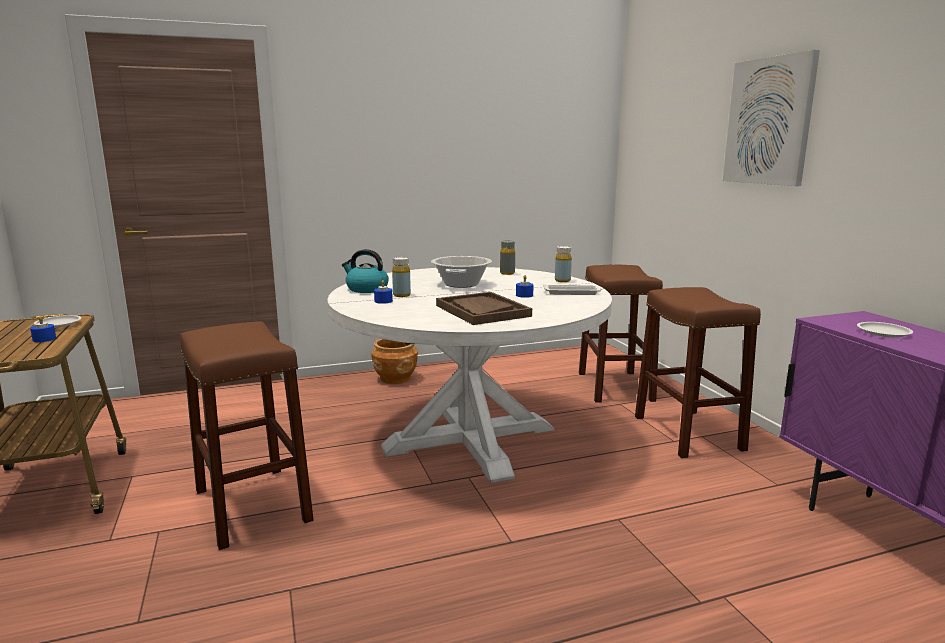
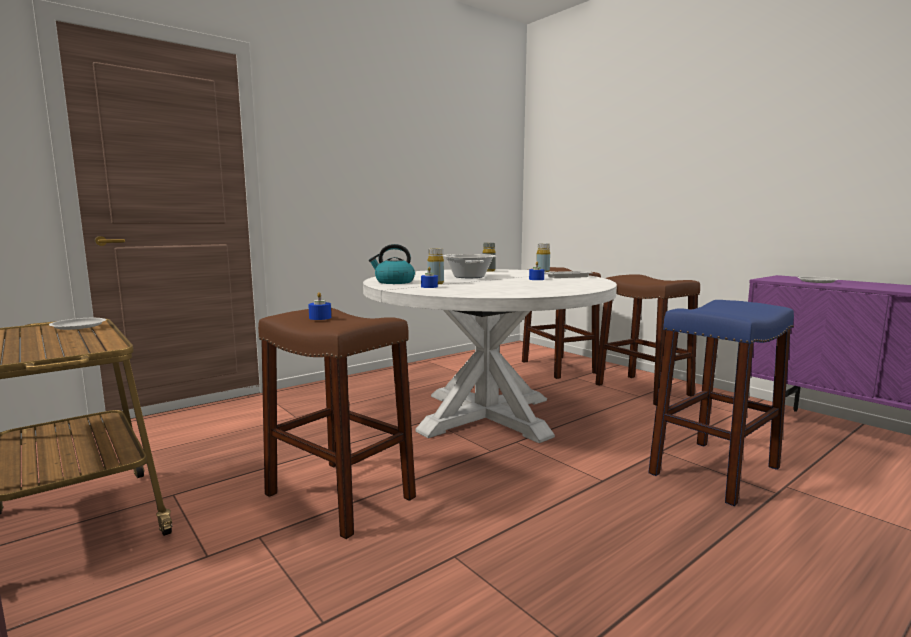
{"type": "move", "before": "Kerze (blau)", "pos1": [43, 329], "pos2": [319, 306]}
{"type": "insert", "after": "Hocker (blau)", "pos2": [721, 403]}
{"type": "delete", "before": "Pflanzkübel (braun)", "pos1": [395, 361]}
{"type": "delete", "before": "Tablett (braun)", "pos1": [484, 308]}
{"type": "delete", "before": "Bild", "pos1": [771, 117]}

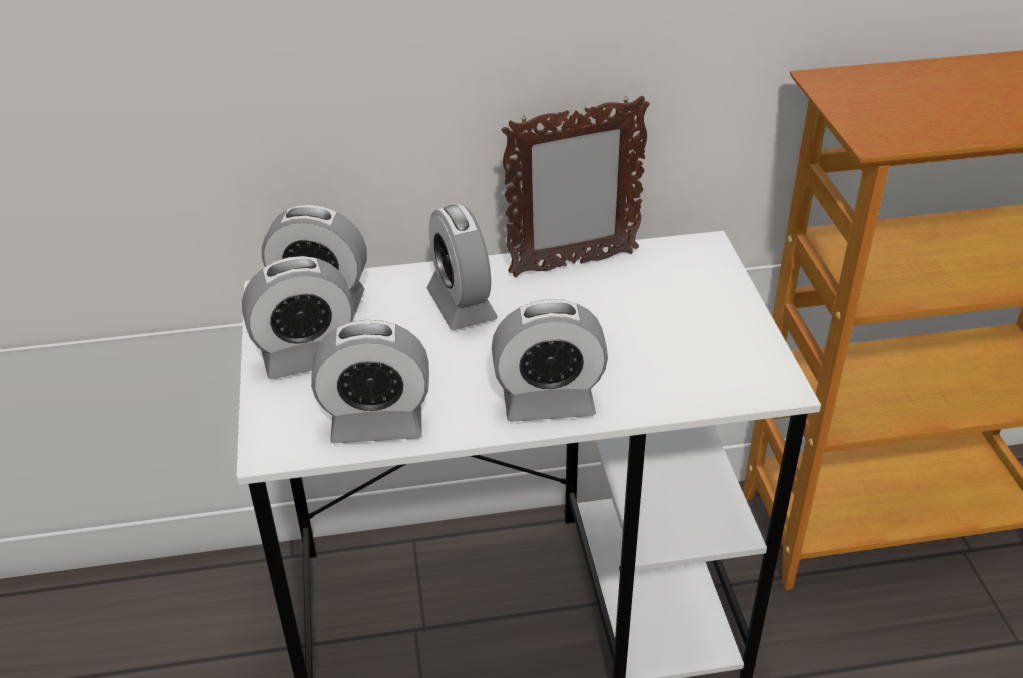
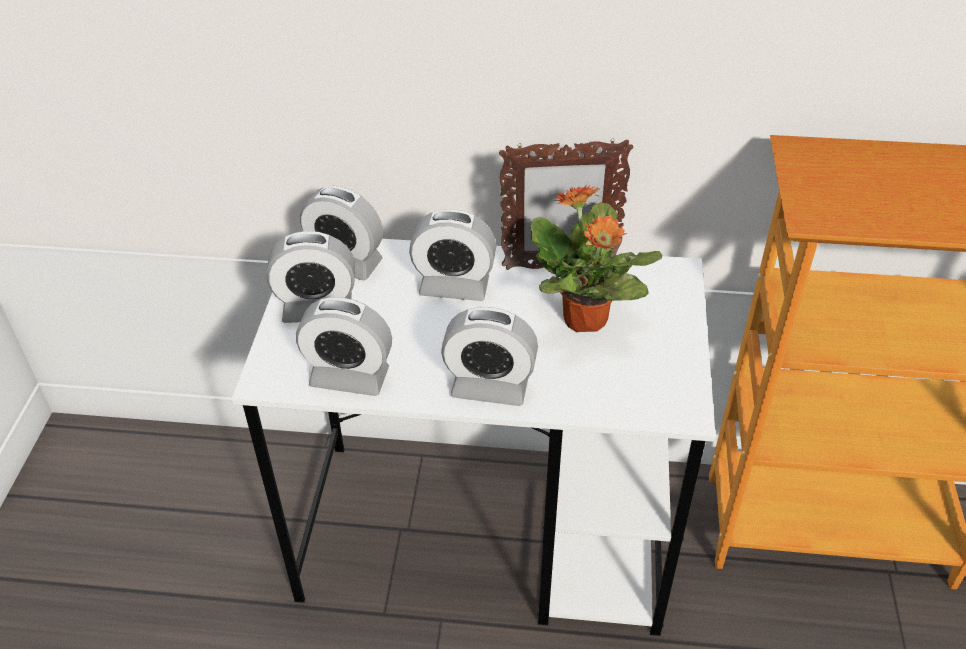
{"type": "rotate", "before": "Wecker", "pos1": [462, 267], "pos2": [452, 255], "turn": -75}
{"type": "insert", "after": "Topfpflanze", "pos2": [596, 258]}

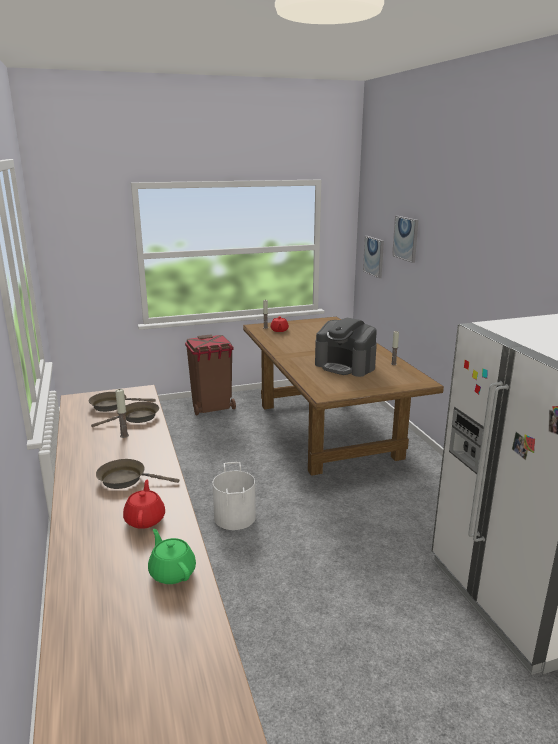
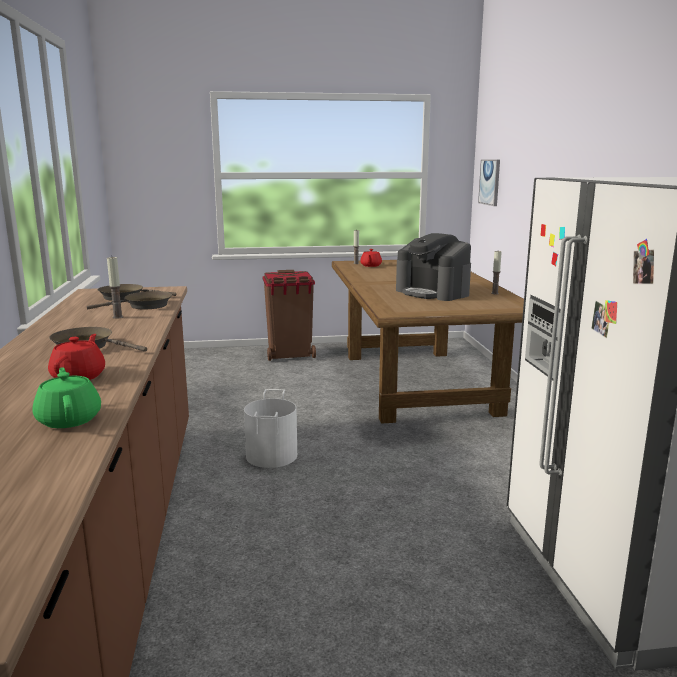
{"type": "delete", "before": "Bild", "pos1": [405, 239]}

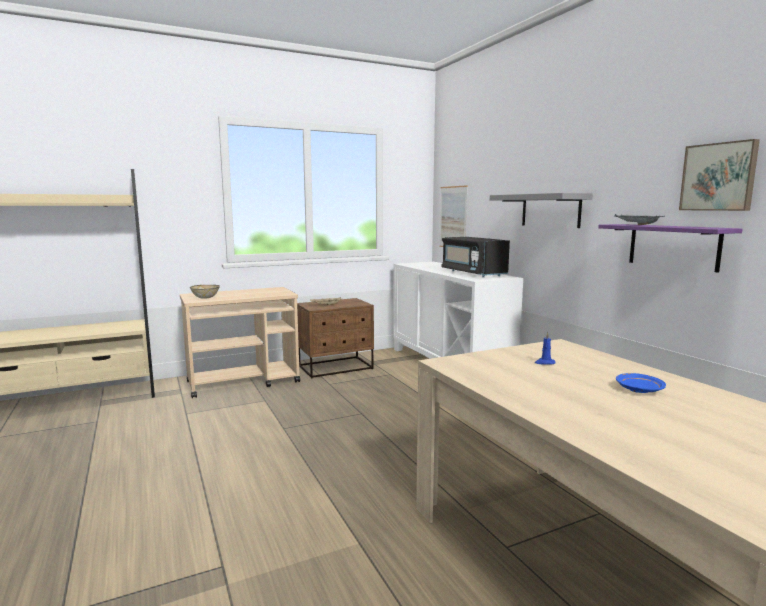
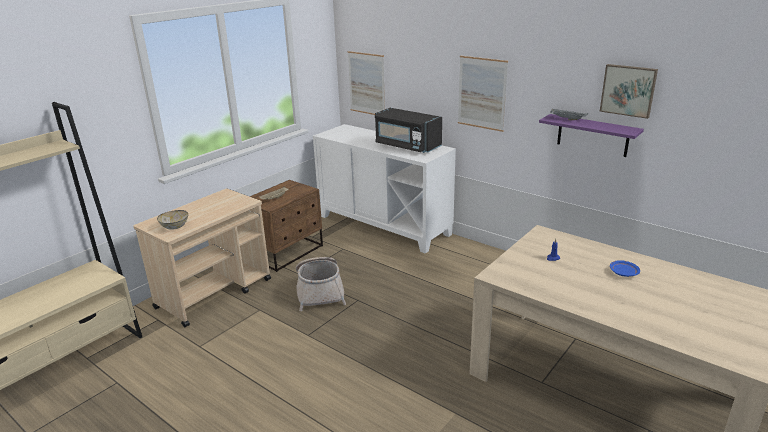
{"type": "insert", "after": "Korb", "pos2": [321, 284]}
{"type": "replace", "before": "Wandregal (grau)", "after": "Bild", "pos1": [541, 210], "pos2": [483, 94]}

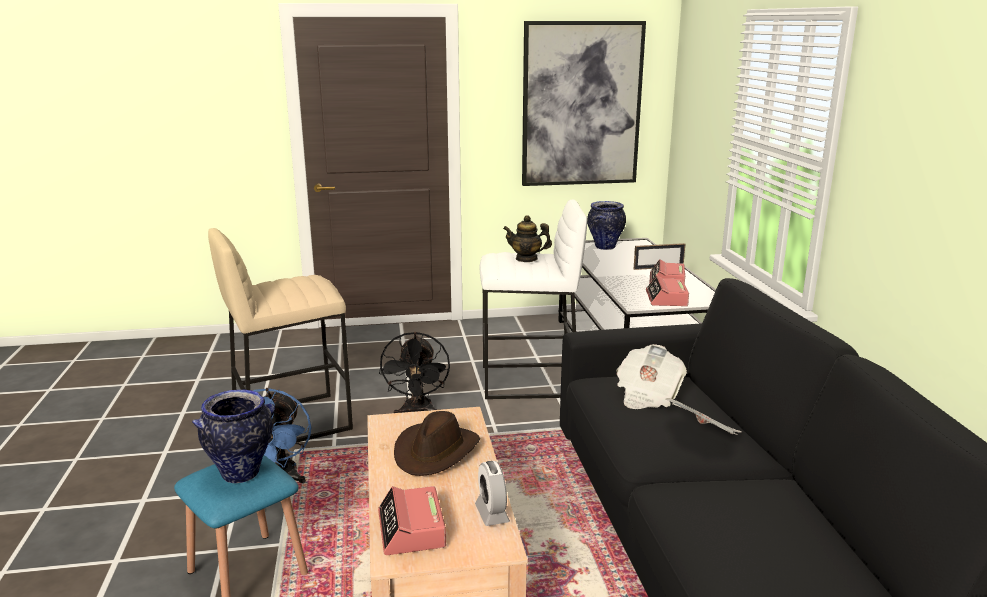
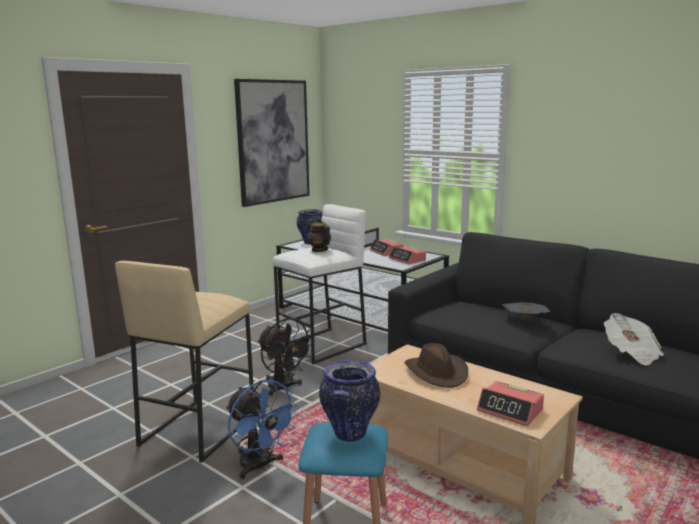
{"type": "rotate", "before": "Teekanne", "pos1": [527, 238], "pos2": [319, 234], "turn": 90}
{"type": "move", "before": "Zeitung", "pos1": [651, 376], "pos2": [634, 339]}
{"type": "delete", "before": "Wecker", "pos1": [492, 493]}

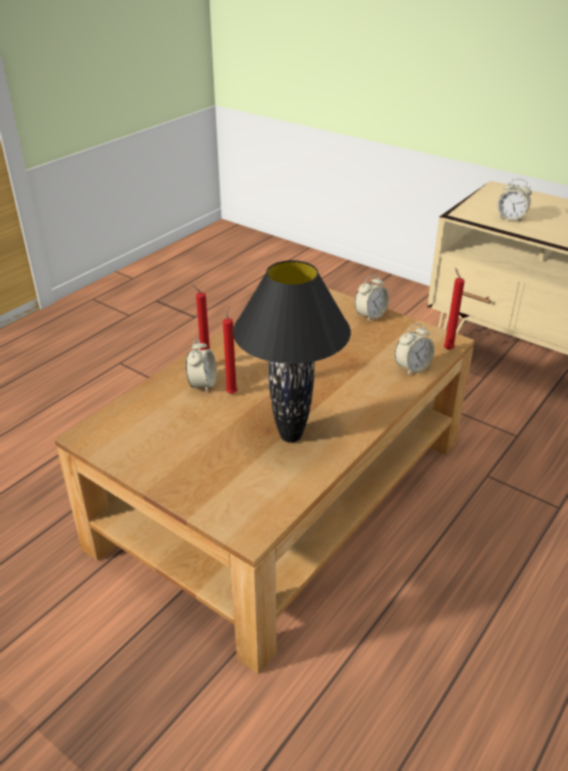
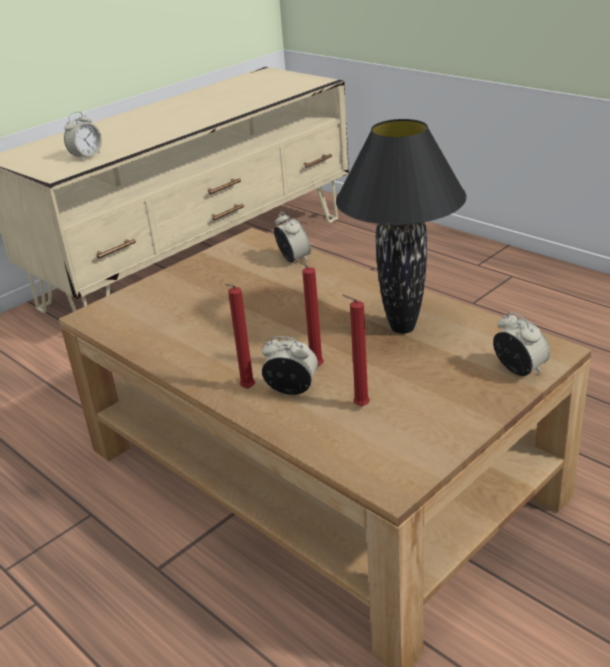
{"type": "move", "before": "Kerze (rot)", "pos1": [454, 309], "pos2": [356, 350]}
{"type": "move", "before": "Wecker", "pos1": [372, 297], "pos2": [521, 344]}

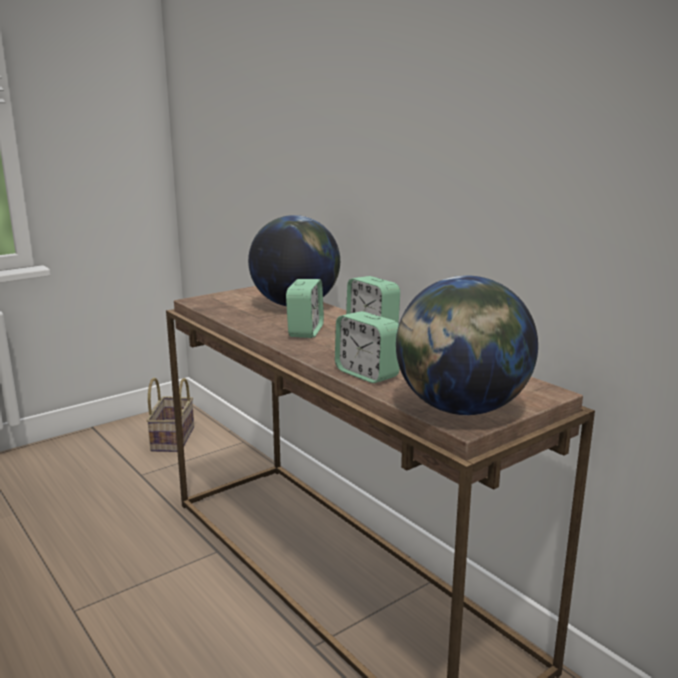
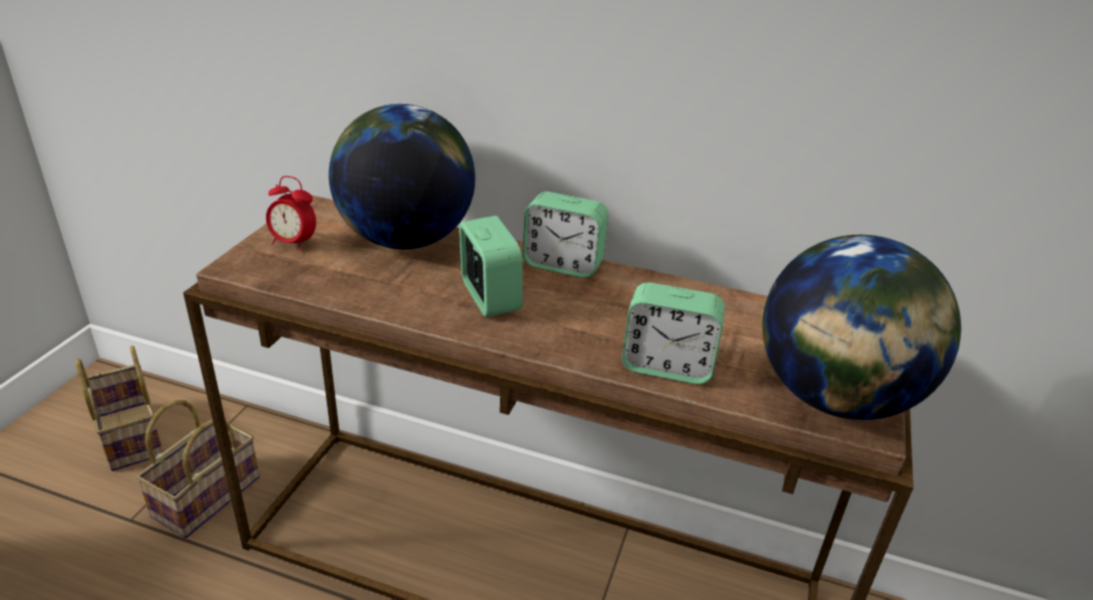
{"type": "insert", "after": "Korb", "pos2": [198, 469]}
{"type": "insert", "after": "Wecker", "pos2": [291, 213]}

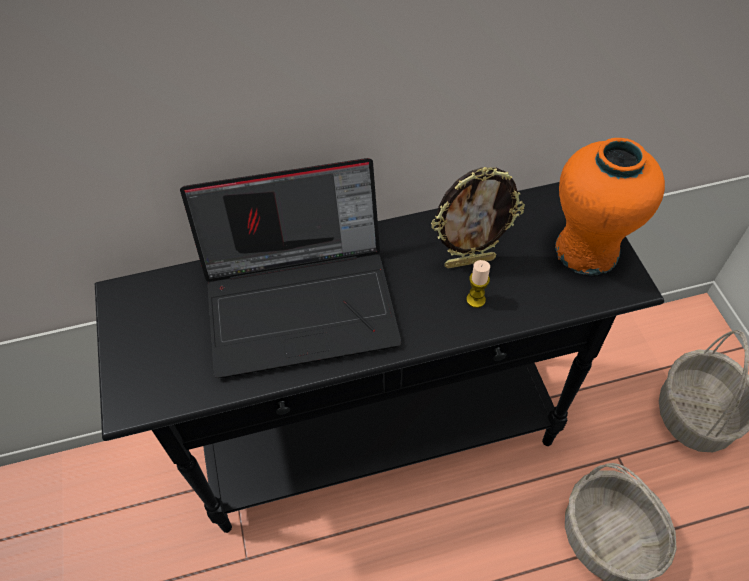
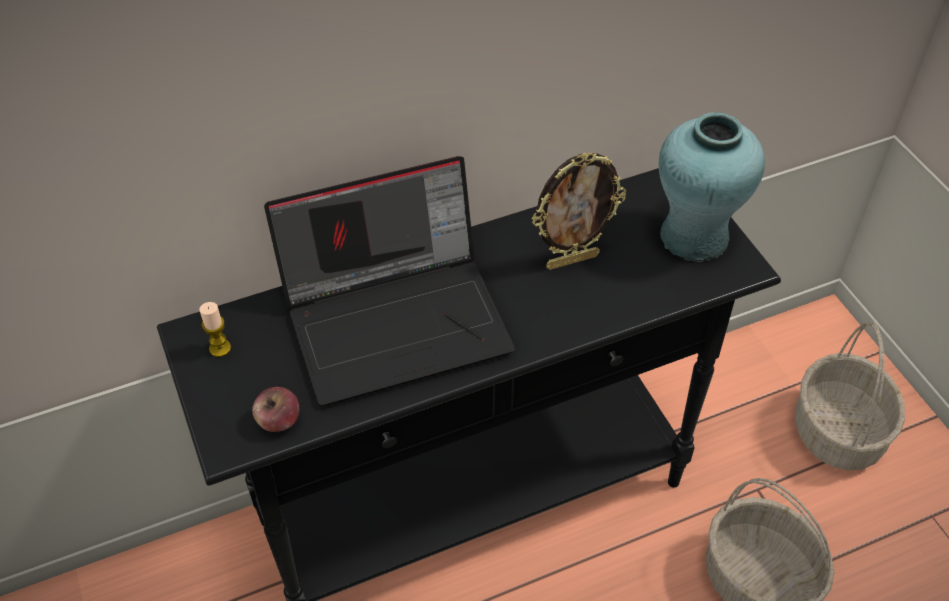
{"type": "move", "before": "Kerze", "pos1": [478, 284], "pos2": [215, 329]}
{"type": "insert", "after": "Apfel", "pos2": [275, 409]}
{"type": "recolor", "before": "Vase (orange)", "after": "Vase (türkis)", "pos1": [610, 206], "pos2": [712, 187]}

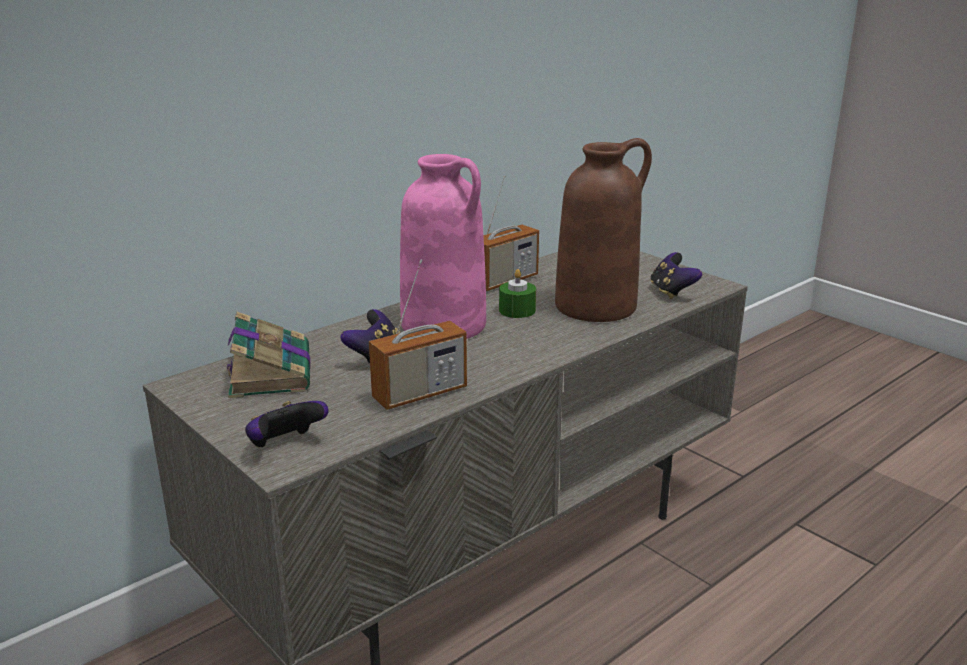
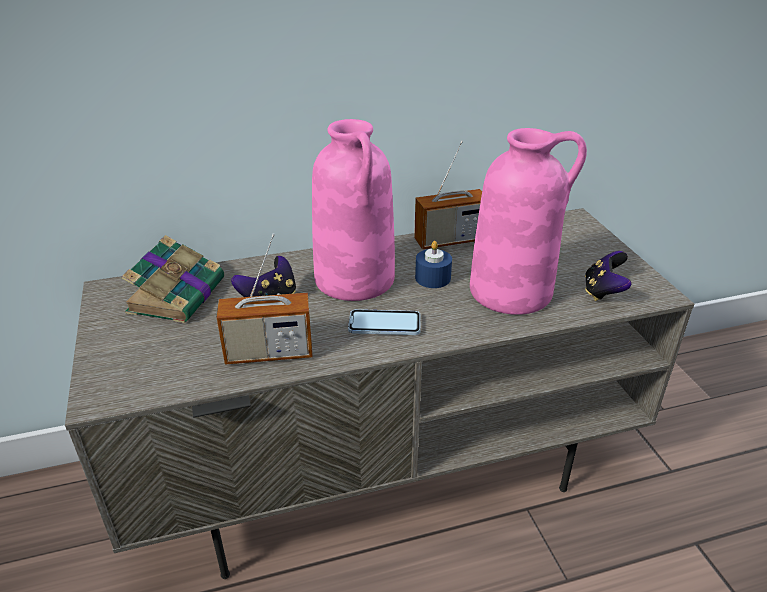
{"type": "insert", "after": "Handy", "pos2": [384, 322]}
{"type": "recolor", "before": "Kerze (grün)", "after": "Kerze (blau)", "pos1": [517, 293], "pos2": [433, 264]}
{"type": "recolor", "before": "Vase (braun)", "after": "Vase (rosa)", "pos1": [603, 230], "pos2": [528, 221]}
{"type": "delete", "before": "Gamepad", "pos1": [287, 424]}

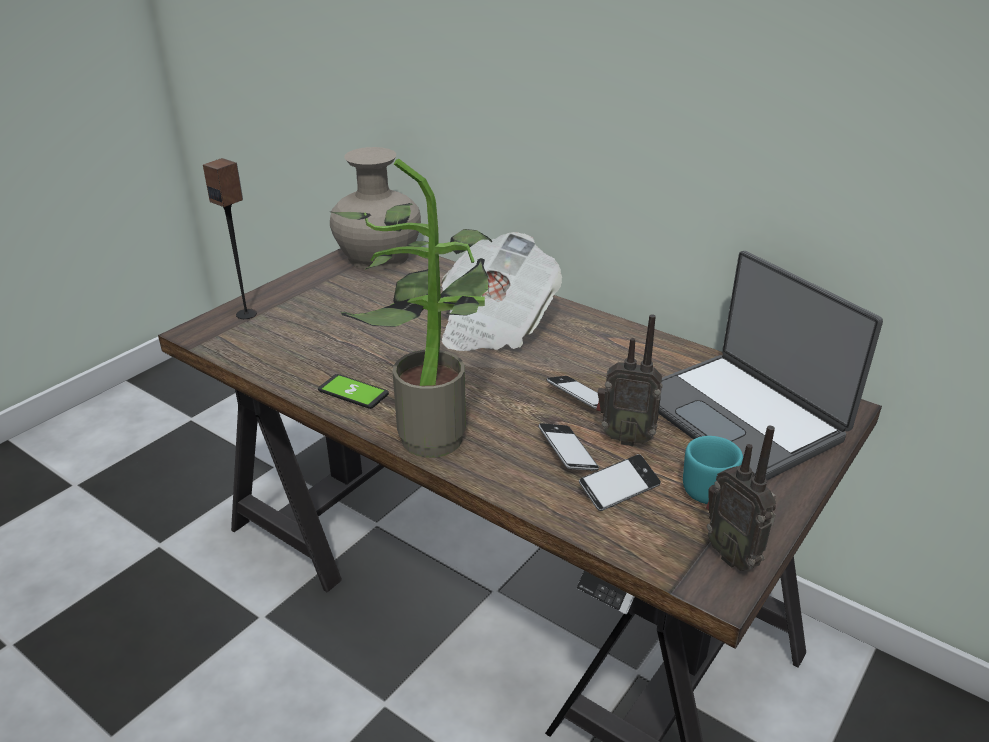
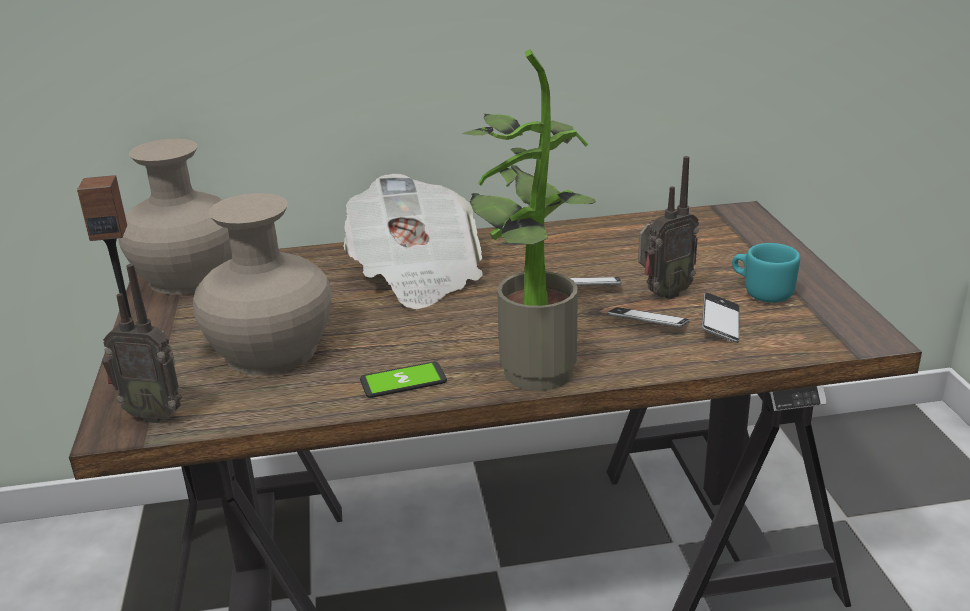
{"type": "move", "before": "Radio", "pos1": [741, 498], "pos2": [142, 343]}
{"type": "insert", "after": "Vase (beige)", "pos2": [262, 284]}
{"type": "delete", "before": "Laptop", "pos1": [771, 365]}

